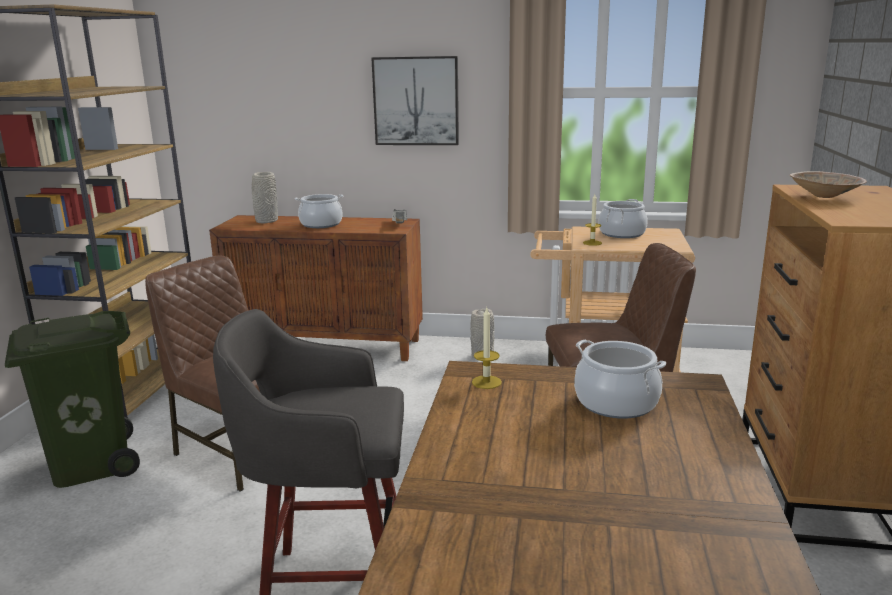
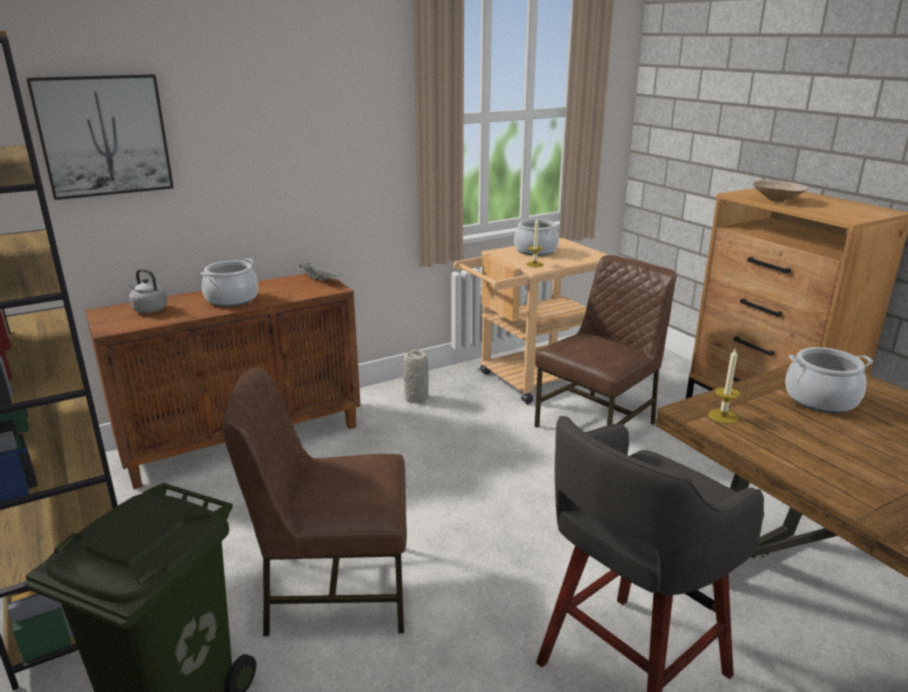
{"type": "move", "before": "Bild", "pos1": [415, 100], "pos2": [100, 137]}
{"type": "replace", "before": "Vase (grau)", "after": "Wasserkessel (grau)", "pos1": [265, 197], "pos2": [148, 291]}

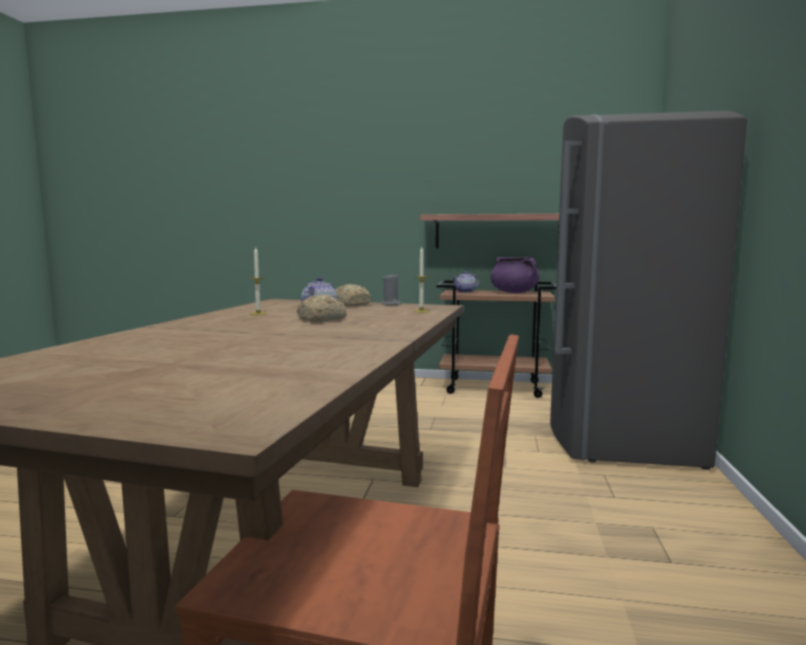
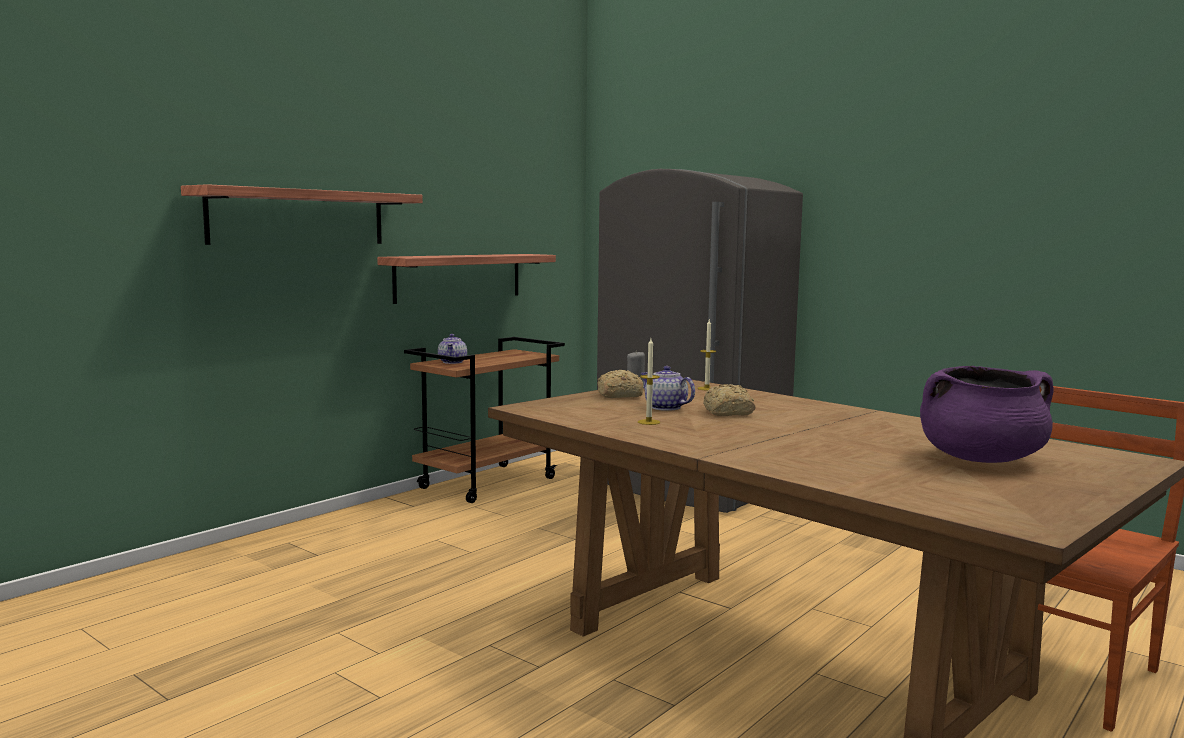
{"type": "insert", "after": "Wandregal", "pos2": [302, 214]}
{"type": "move", "before": "Kochtopf (lila)", "pos1": [515, 275], "pos2": [987, 414]}

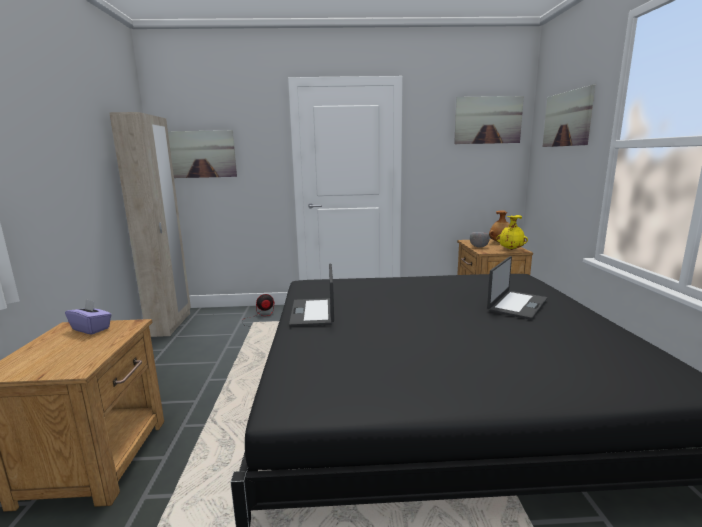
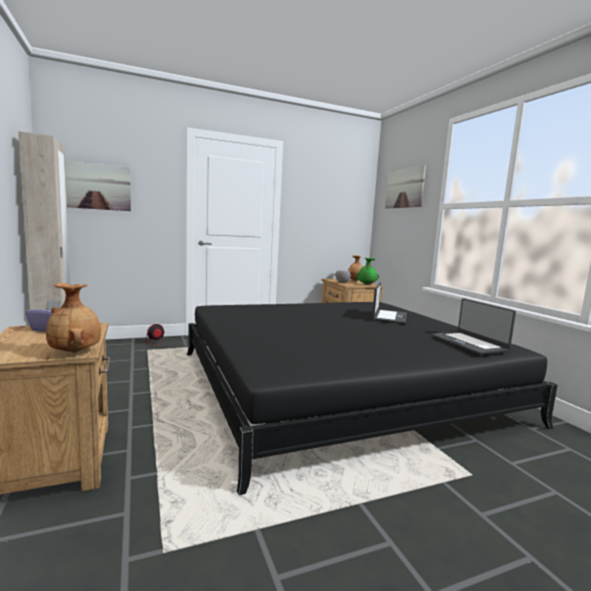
{"type": "insert", "after": "Vase (braun)", "pos2": [73, 318]}
{"type": "recolor", "before": "Vase (gelb)", "after": "Vase (grün)", "pos1": [512, 232], "pos2": [367, 271]}
{"type": "move", "before": "Laptop", "pos1": [311, 295], "pos2": [473, 326]}
{"type": "delete", "before": "Bild", "pos1": [489, 120]}

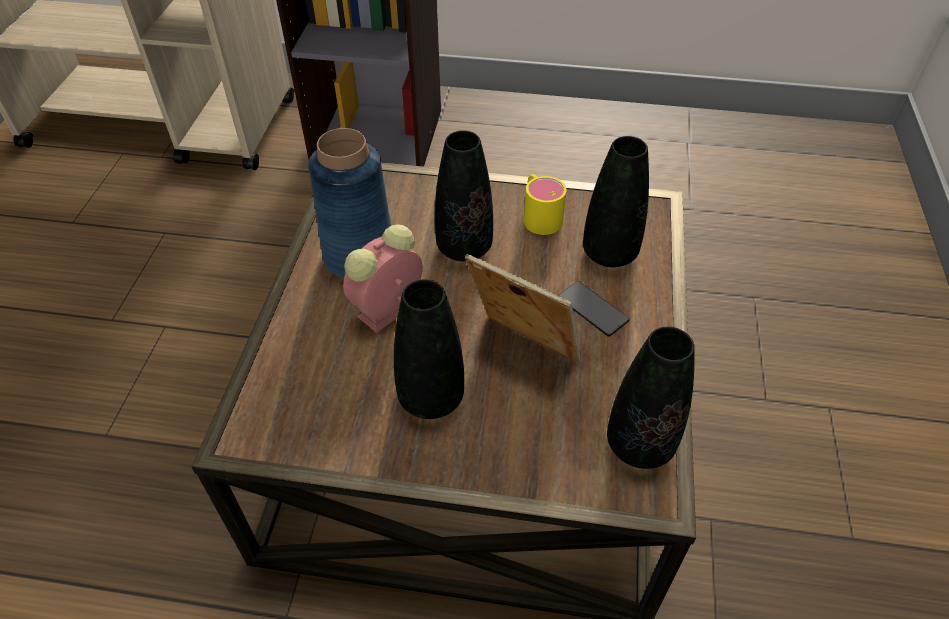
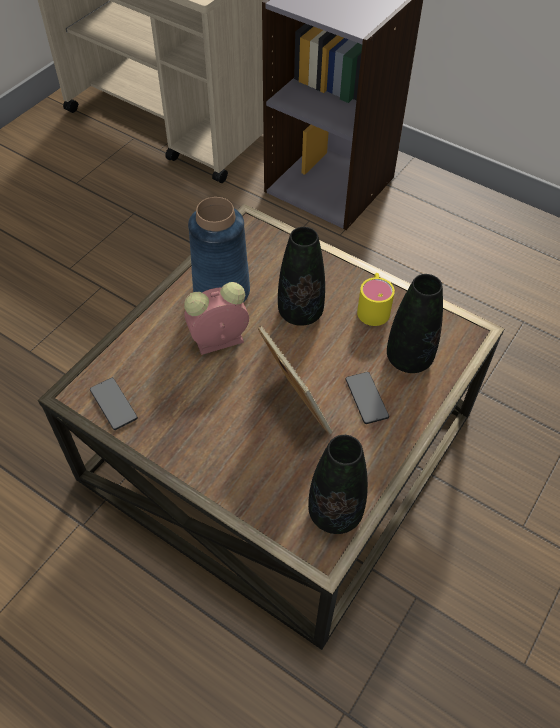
{"type": "insert", "after": "Handy", "pos2": [114, 404]}
{"type": "delete", "before": "Vase (schwarz)", "pos1": [429, 349]}

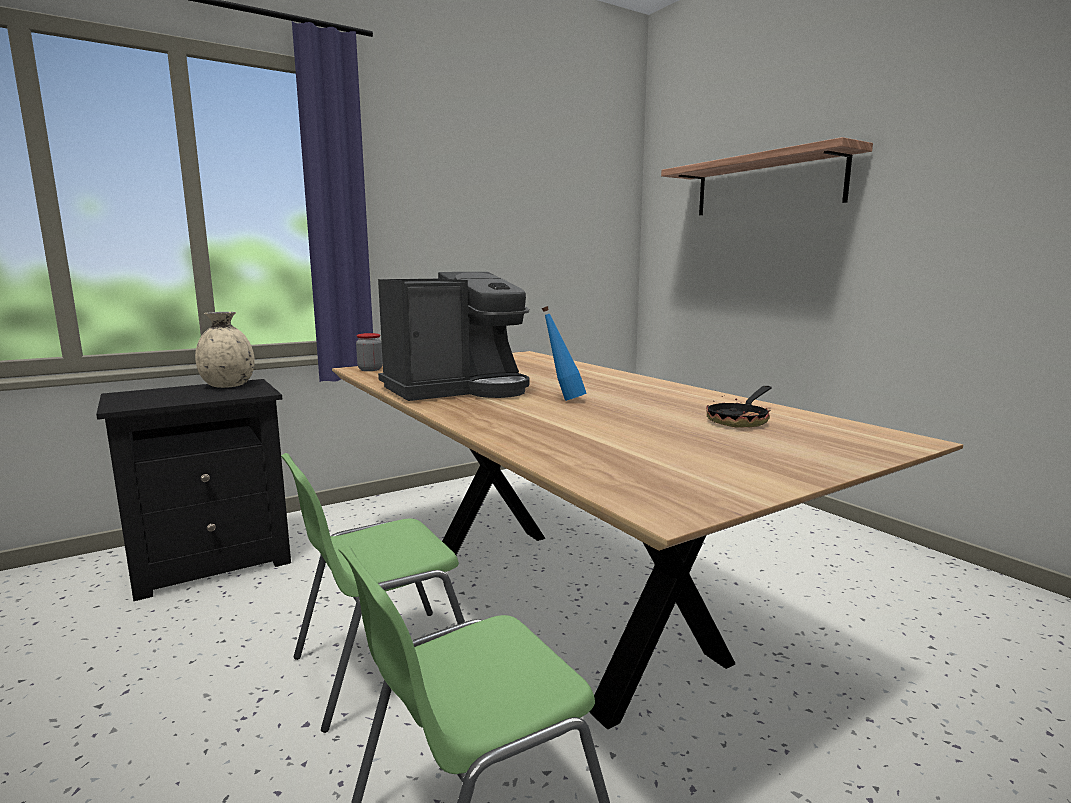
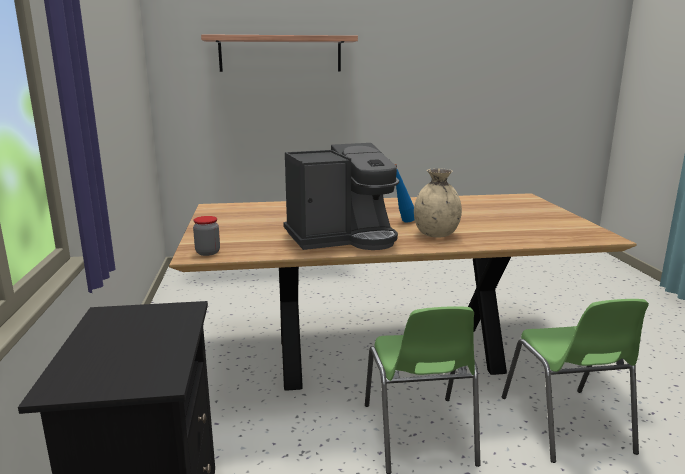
{"type": "rotate", "before": "Kaffeemaschine", "pos1": [454, 336], "pos2": [341, 196], "turn": 75}
{"type": "move", "before": "Vase (beige)", "pos1": [225, 350], "pos2": [438, 202]}
{"type": "delete", "before": "Pfanne", "pos1": [738, 407]}

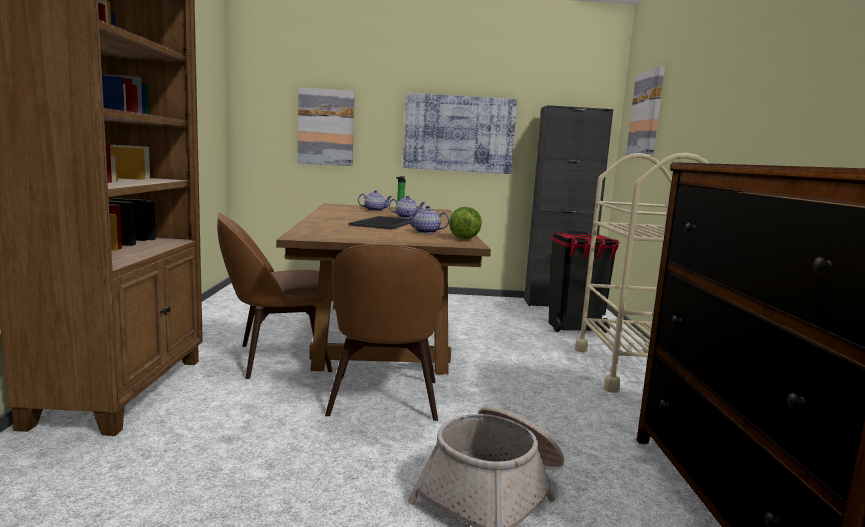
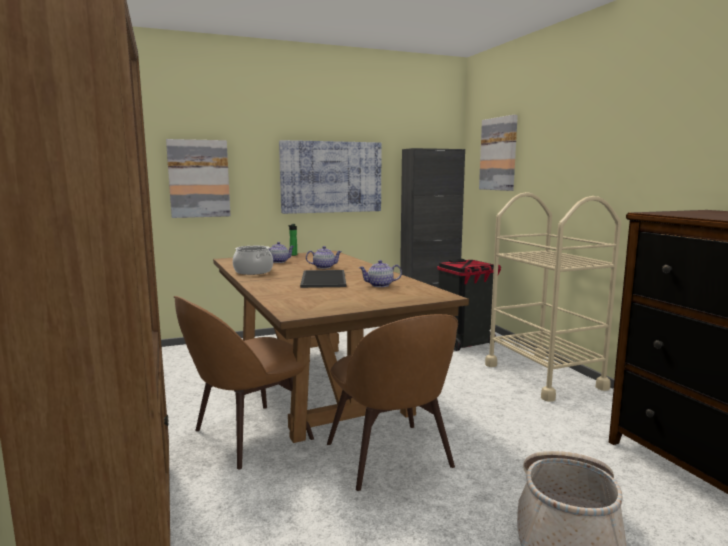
{"type": "insert", "after": "Kochtopf", "pos2": [253, 260]}
{"type": "delete", "before": "Salatkopf", "pos1": [465, 223]}

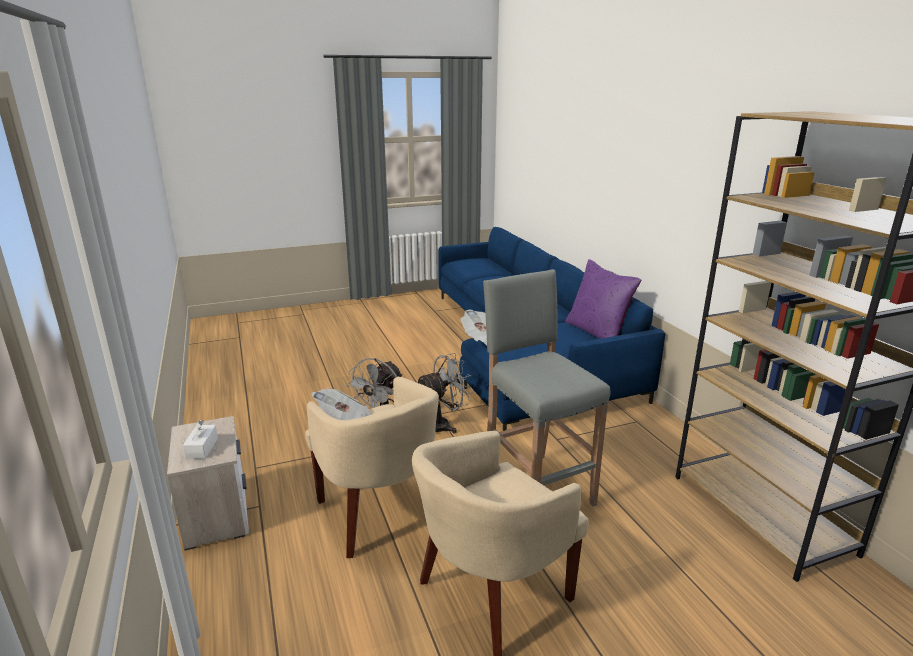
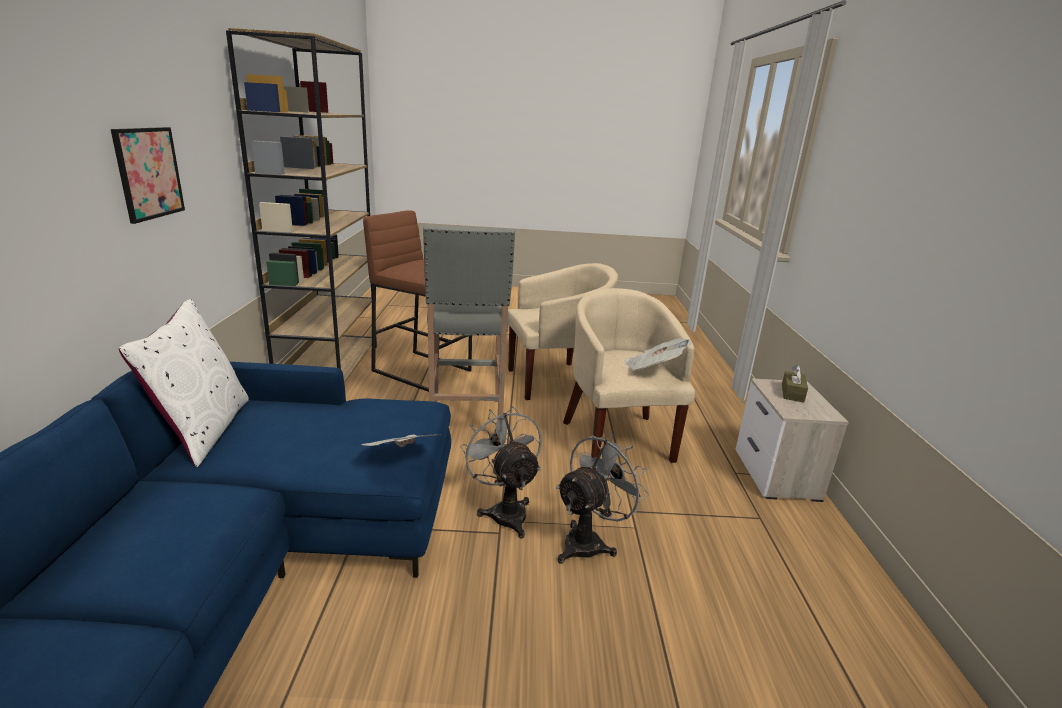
{"type": "insert", "after": "Bild", "pos2": [148, 175]}
{"type": "recolor", "before": "Kissen (lila)", "after": "Kissen (weiß)", "pos1": [603, 299], "pos2": [184, 383]}
{"type": "insert", "after": "Hocker (braun)", "pos2": [417, 301]}
{"type": "rotate", "before": "Ventilator (grau)", "pos1": [445, 393], "pos2": [501, 472], "turn": 75}
{"type": "recolor", "before": "Taschentuchbox (weiß)", "after": "Taschentuchbox (braun)", "pos1": [200, 439], "pos2": [795, 384]}

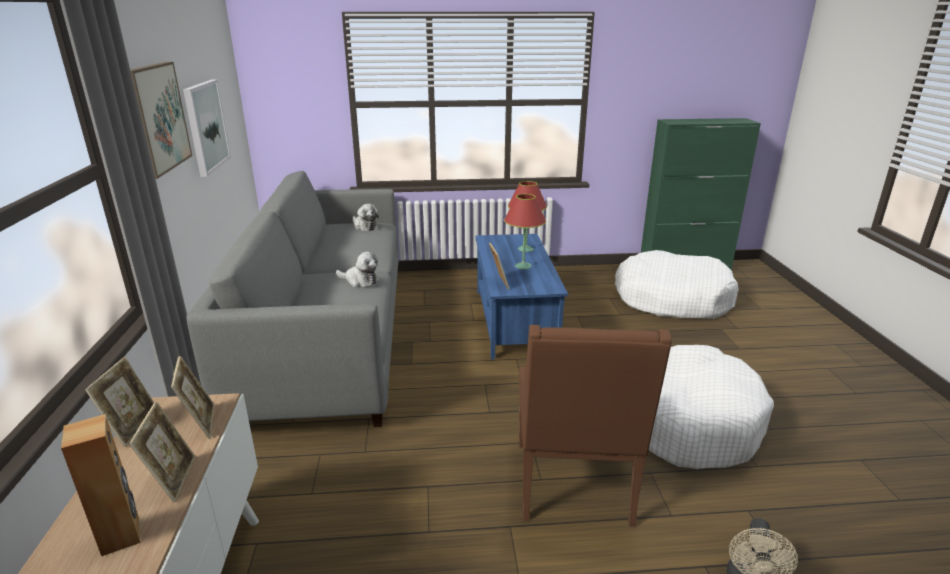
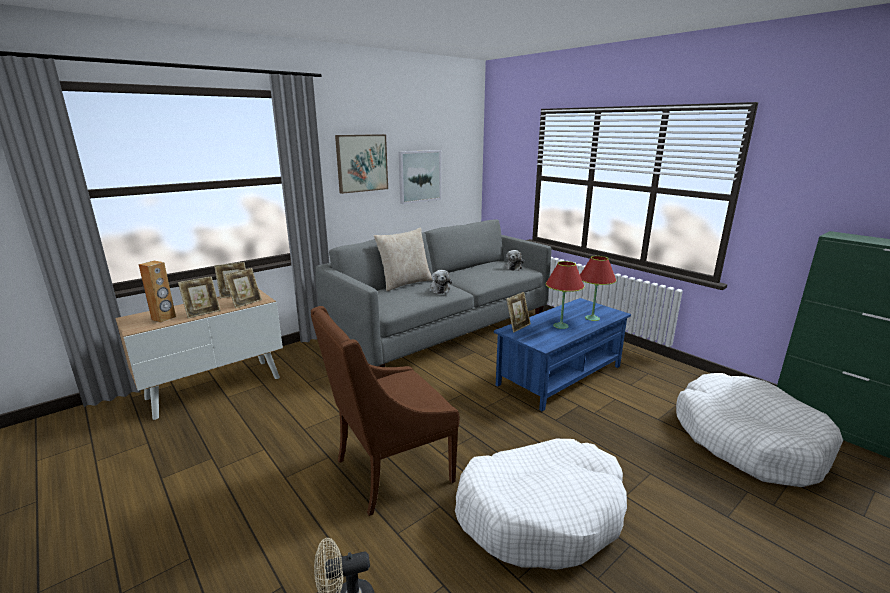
{"type": "insert", "after": "Kissen (beige)", "pos2": [403, 259]}

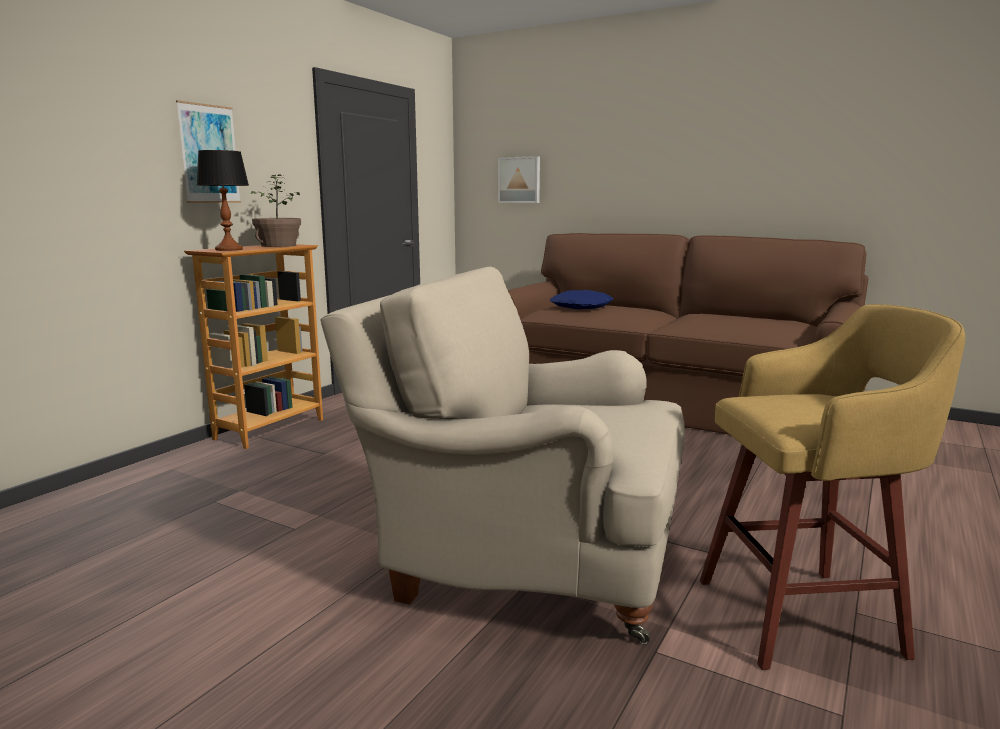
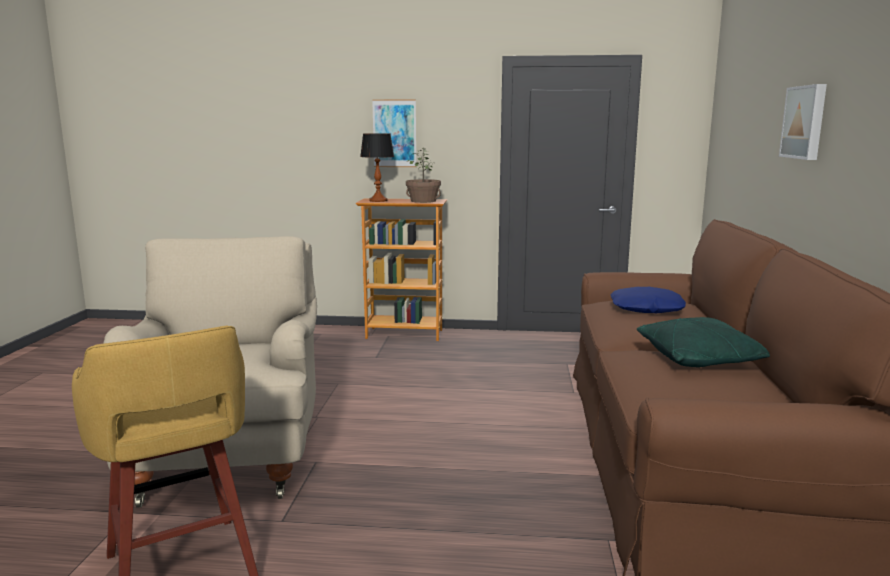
{"type": "insert", "after": "Kissen (grün)", "pos2": [703, 342]}
{"type": "move", "before": "Bild", "pos1": [519, 179], "pos2": [803, 122]}

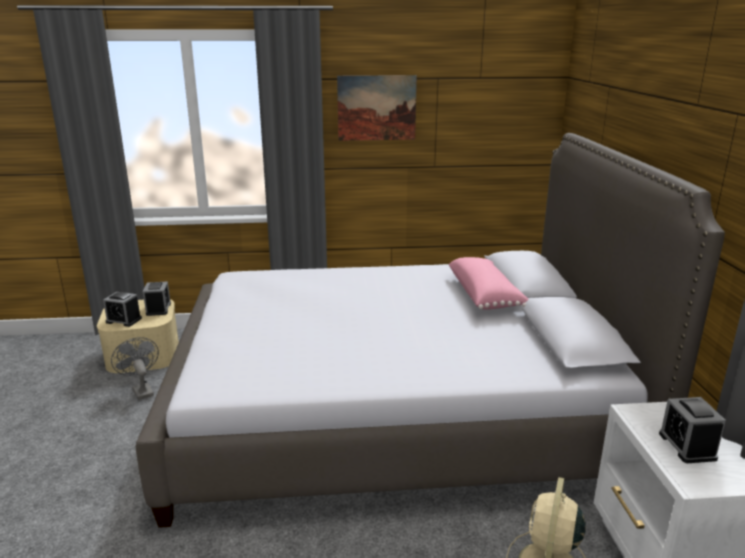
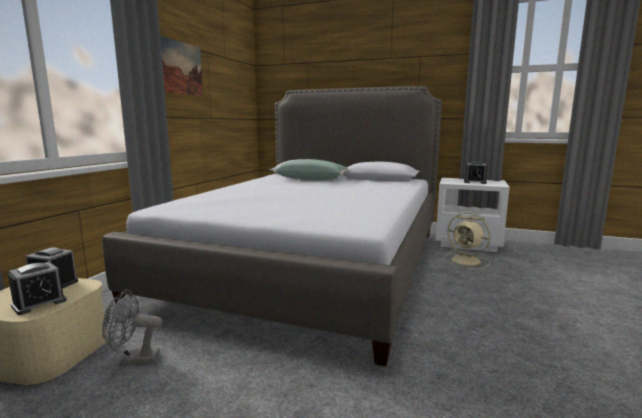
{"type": "recolor", "before": "Kissen (rosa)", "after": "Kissen (grün)", "pos1": [488, 283], "pos2": [312, 169]}

